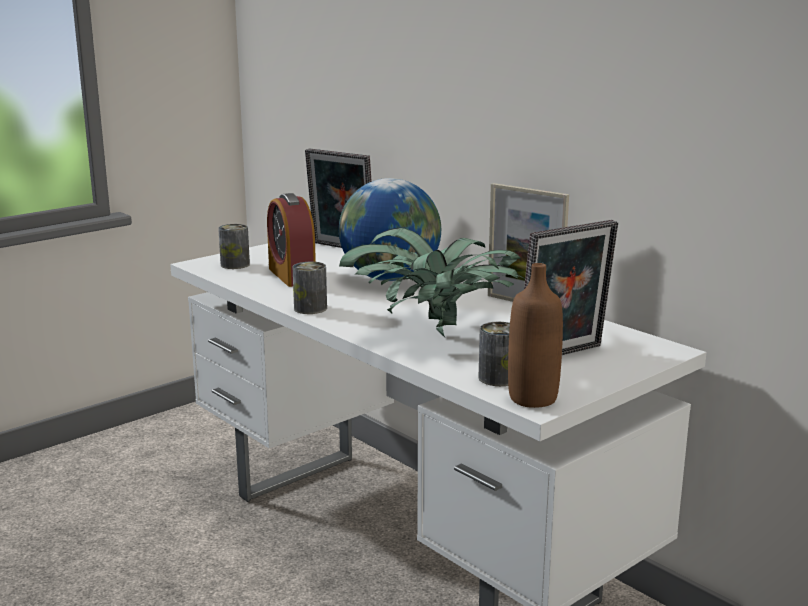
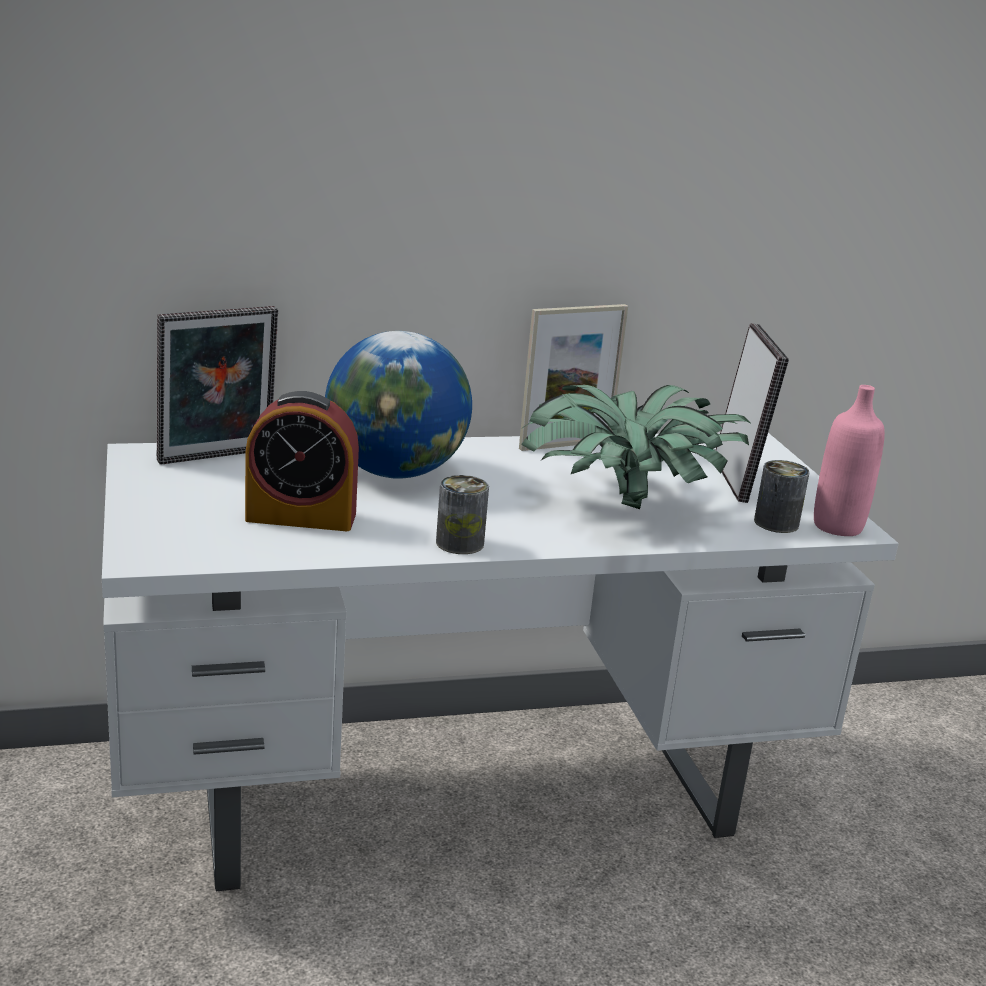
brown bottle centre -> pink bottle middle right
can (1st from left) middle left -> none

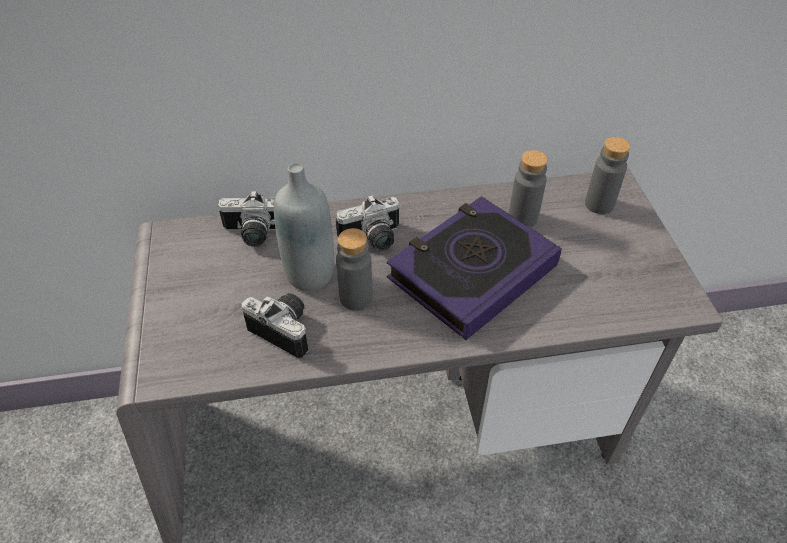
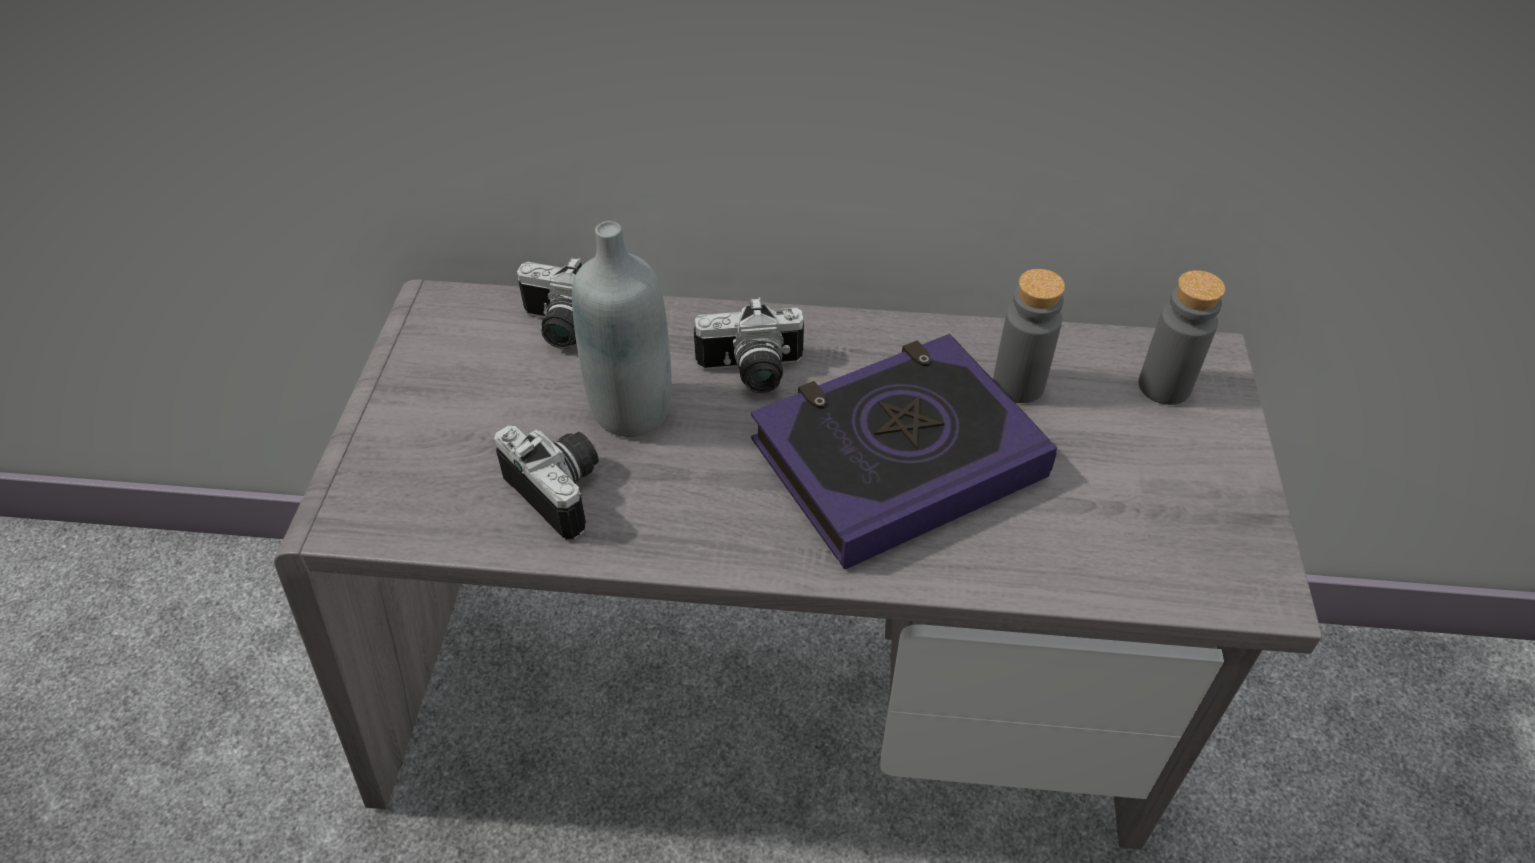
grey bottle (2nd from left) centre -> none

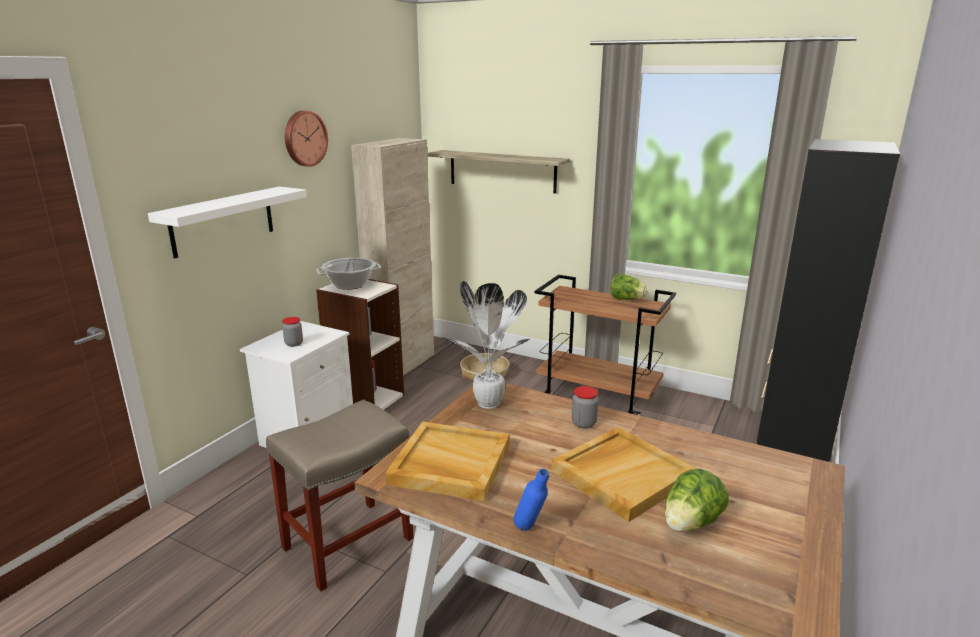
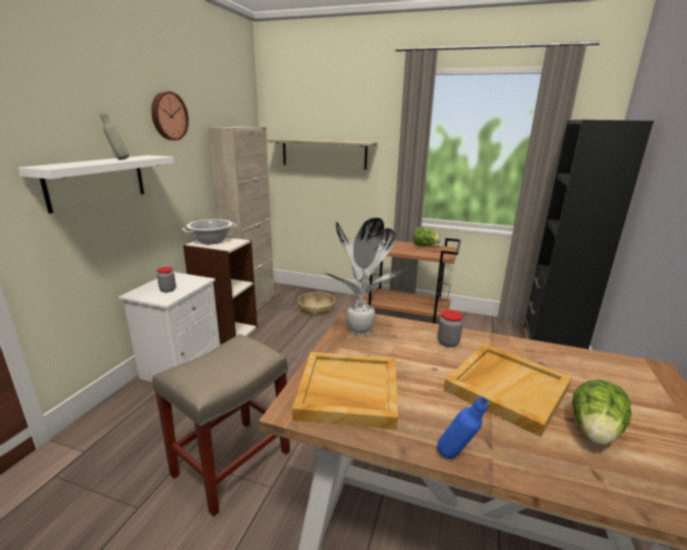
none -> grey bottle top left

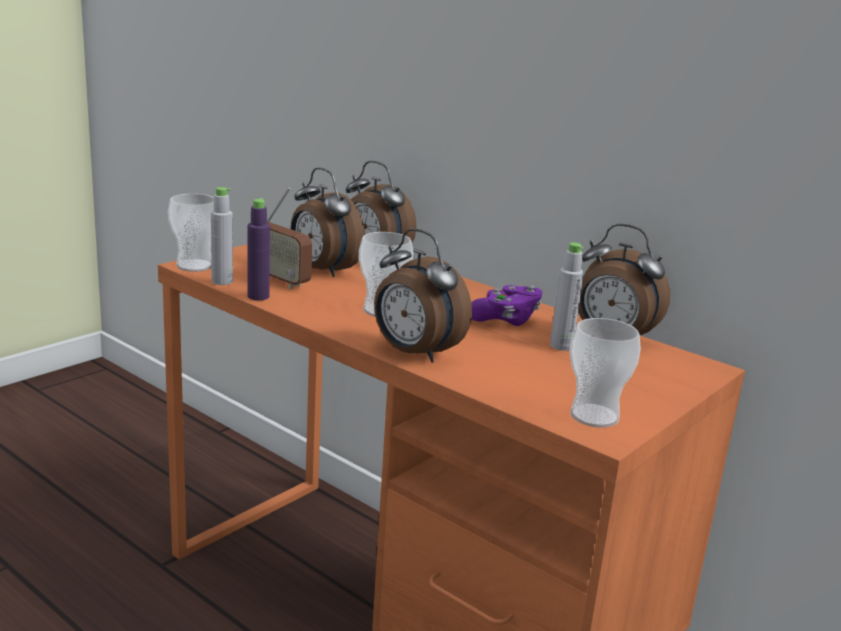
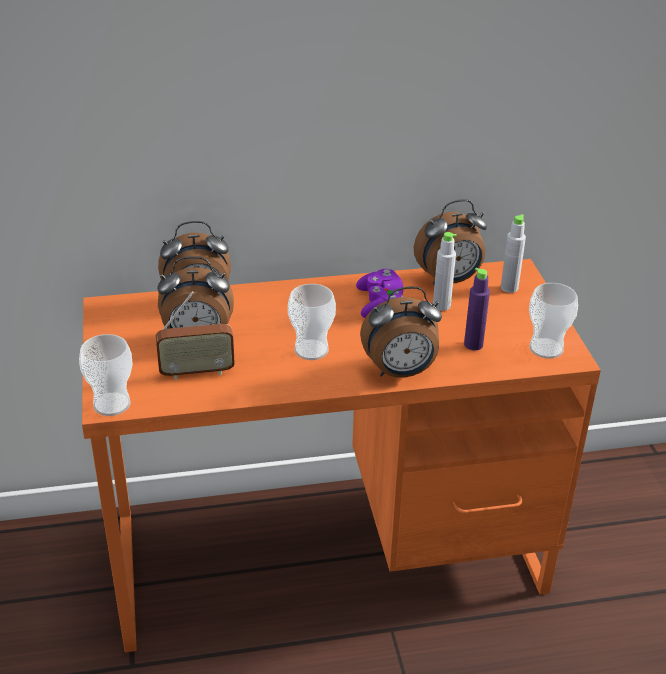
purple bottle middle left -> purple bottle middle right, move
grey bottle (1st from left in the first image) middle left -> grey bottle (2nd from left) middle right, move

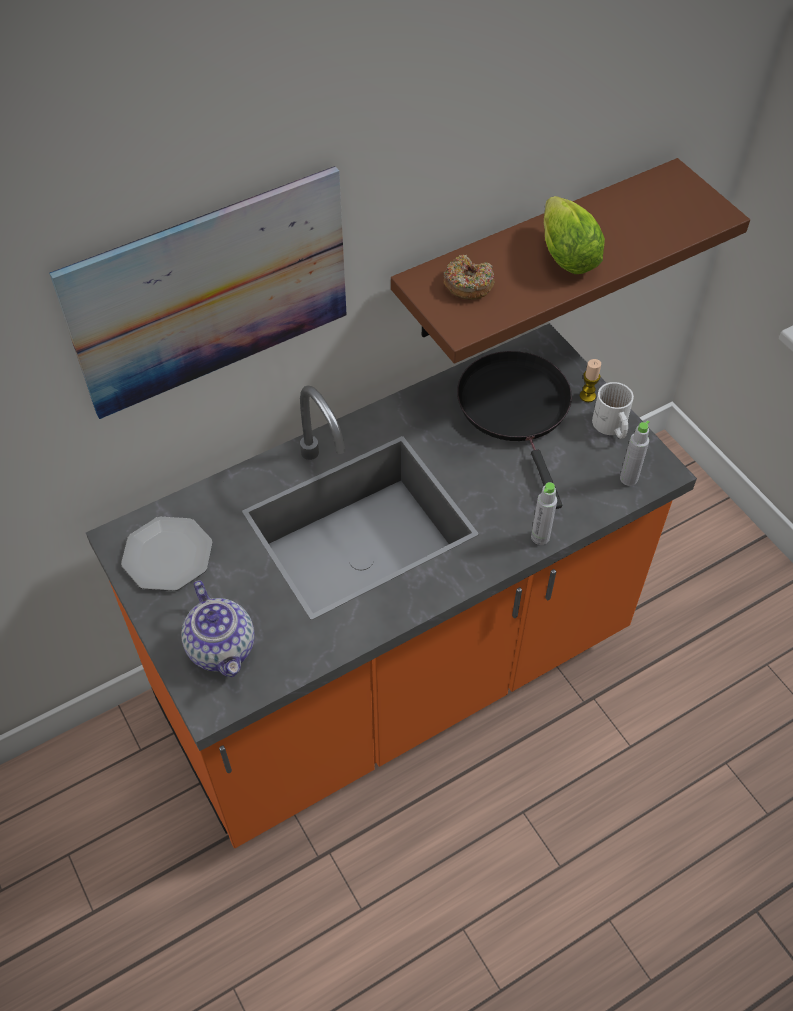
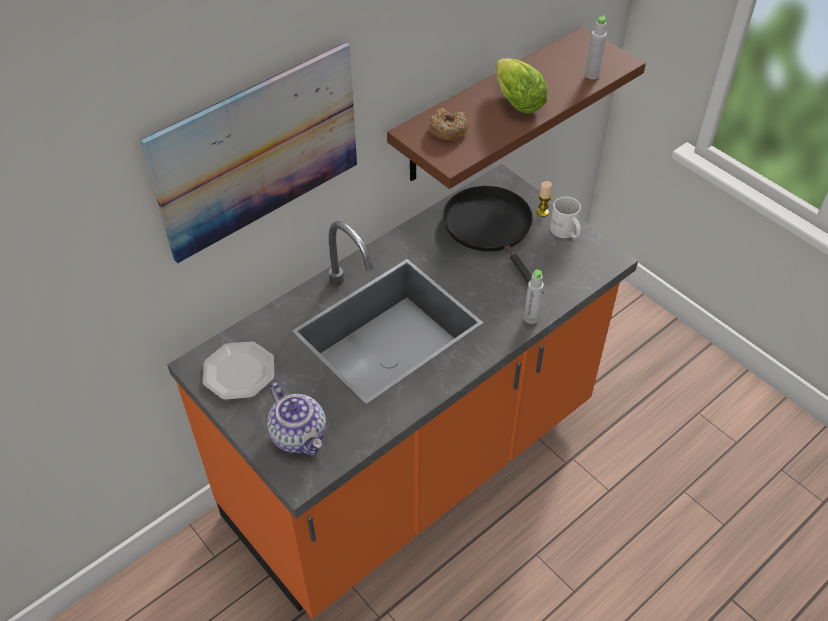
grey bottle (2nd from left) middle right -> grey bottle (2nd from left) top right, move

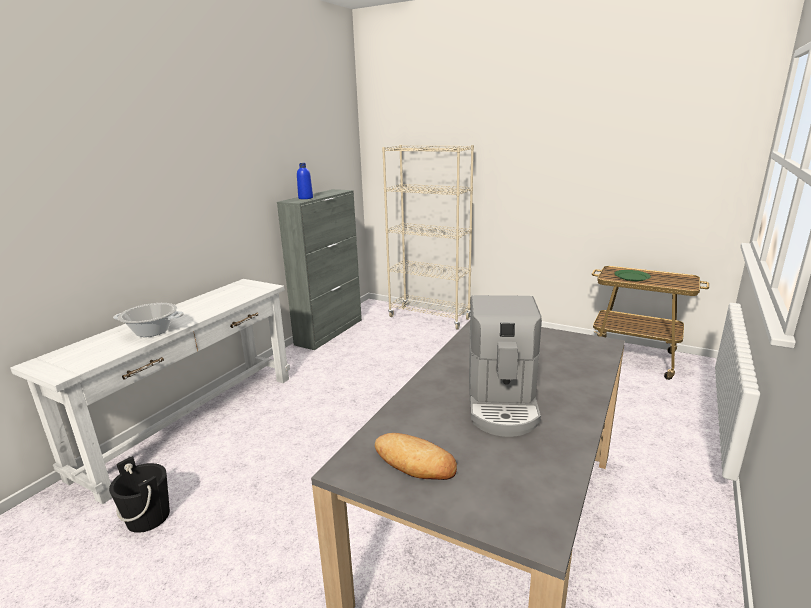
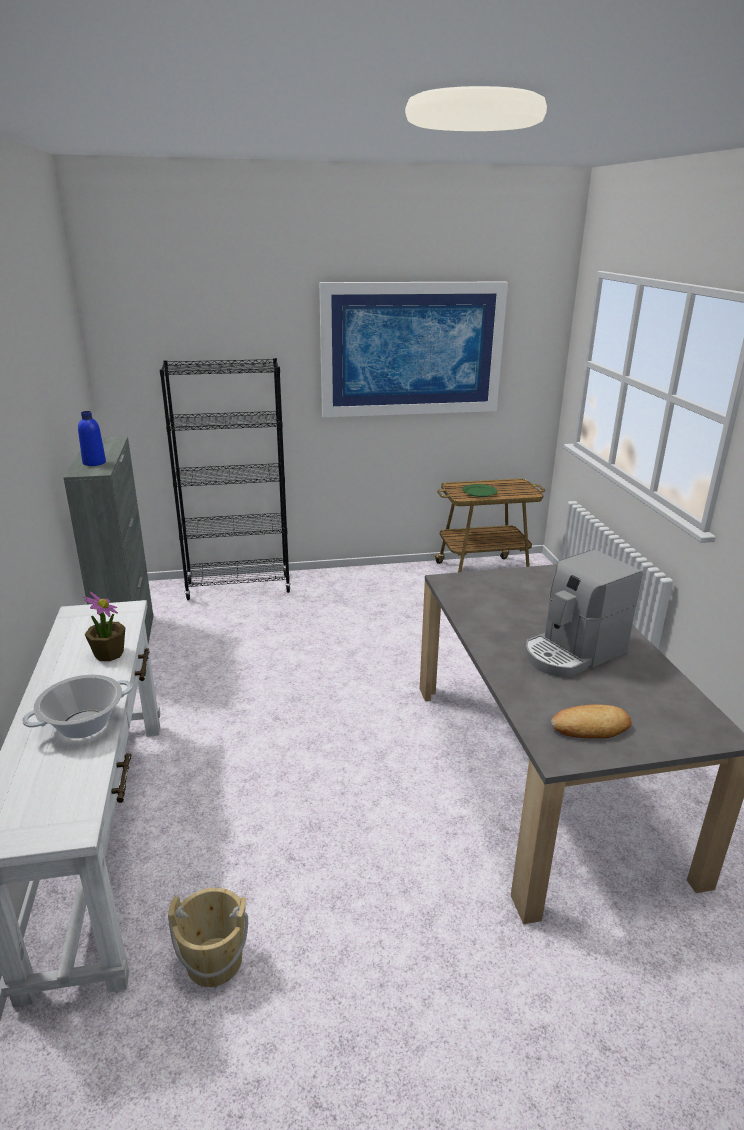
none -> potted plant middle left
beige bookcase centre -> black bookcase middle left
black bucket bottom left -> beige bucket bottom left
none -> picture top centre
coffee machine centre -> coffee machine middle right, 90 degrees clockwise

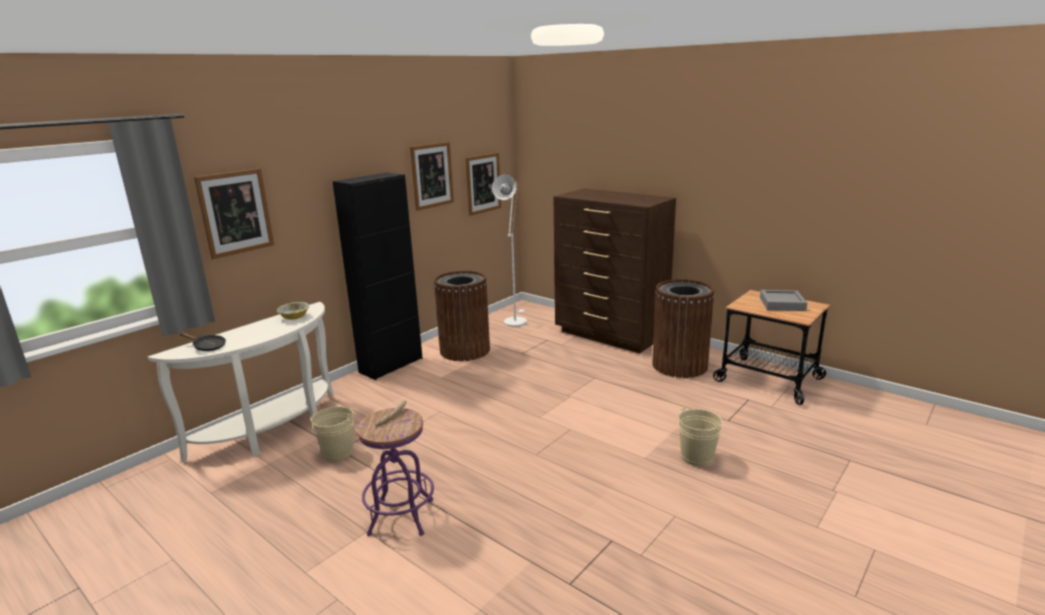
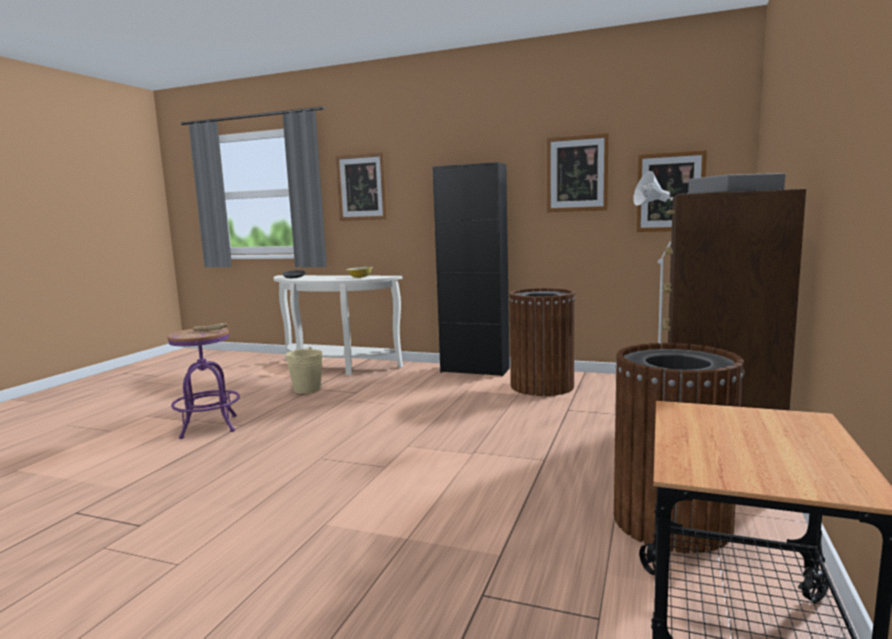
grey tray middle right -> grey tray top right, move
beige bucket (2nd from left) bottom right -> none

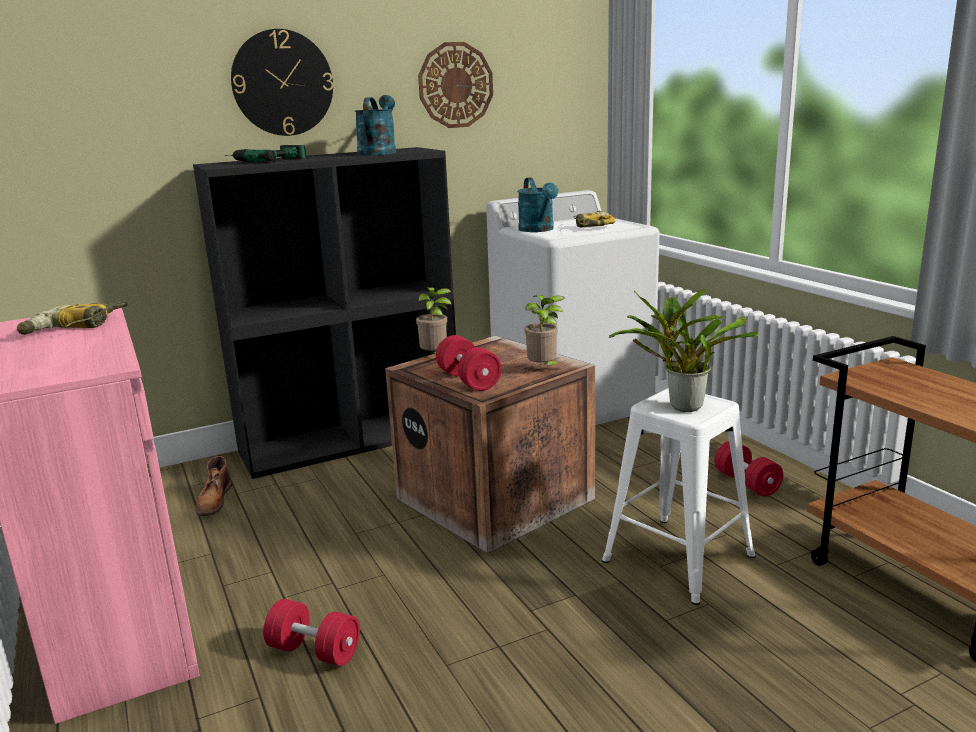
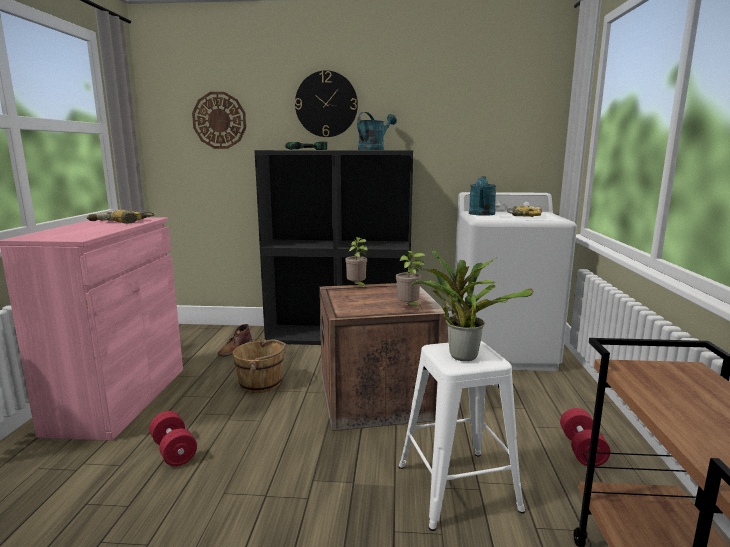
wall clock (2nd from left in the first image) top centre -> wall clock (1st from left) top left, move
none -> brown bucket bottom centre
red dumbbell (2nd from left) centre -> none

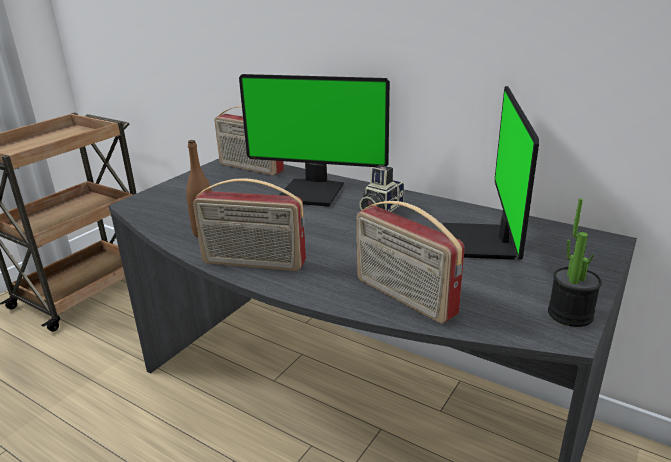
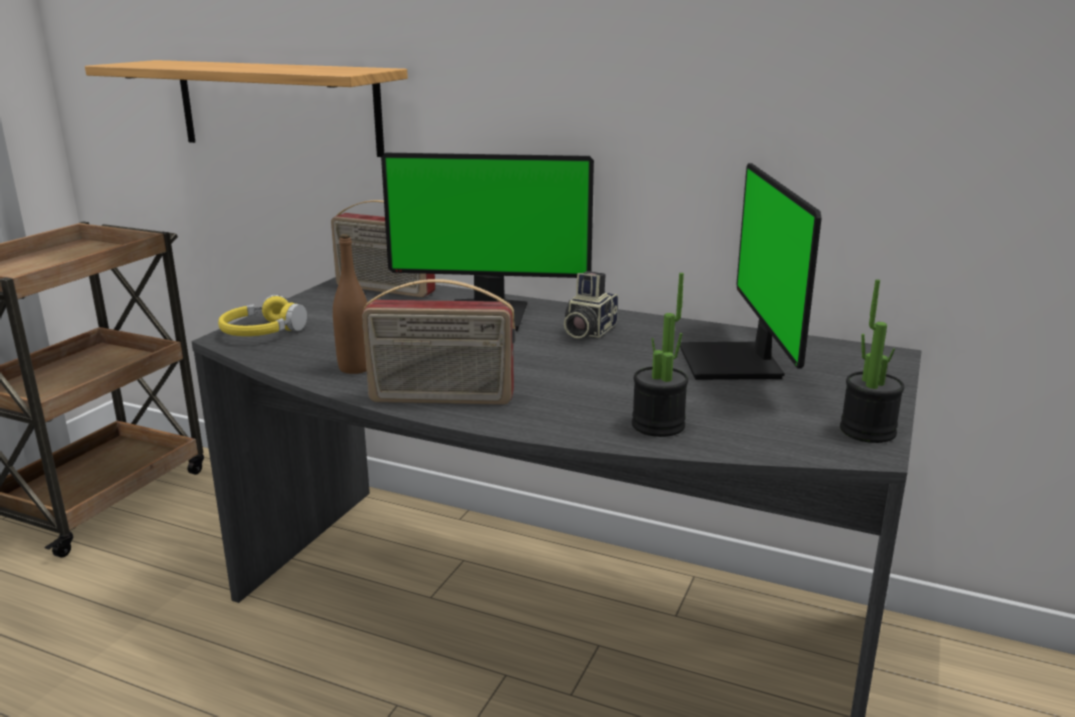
none -> shelf top left
none -> yellow headphones middle left
radio (3rd from left) centre -> potted plant (1st from left) centre

